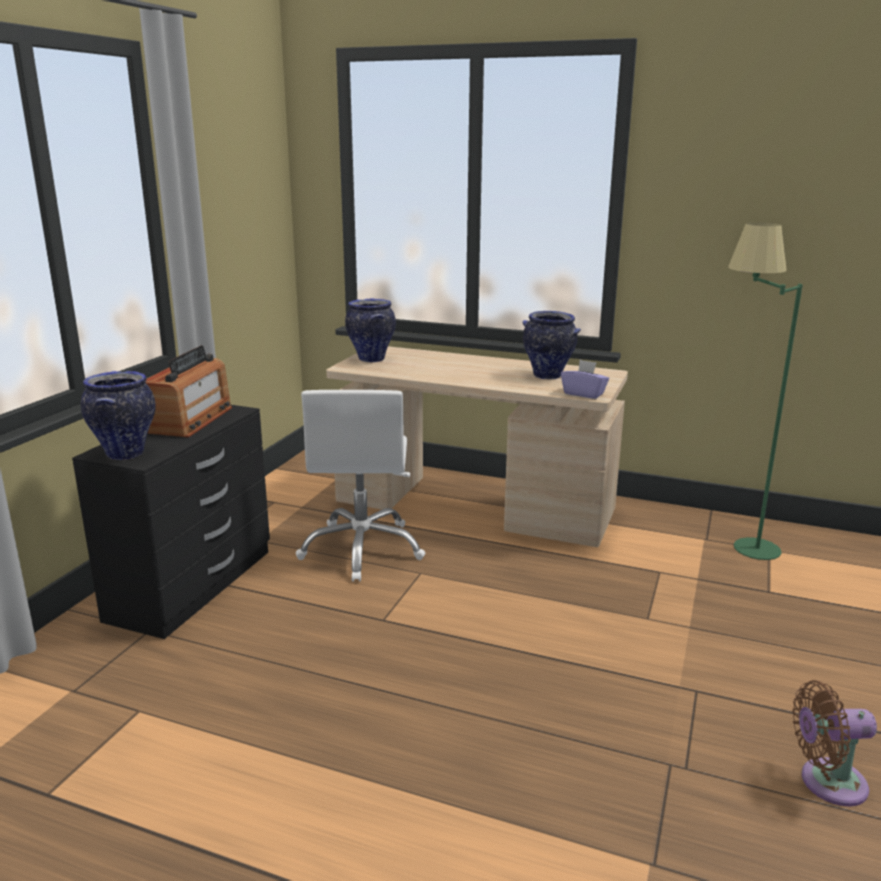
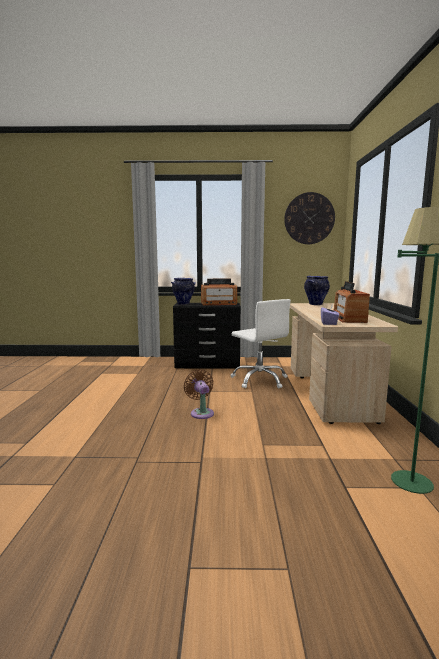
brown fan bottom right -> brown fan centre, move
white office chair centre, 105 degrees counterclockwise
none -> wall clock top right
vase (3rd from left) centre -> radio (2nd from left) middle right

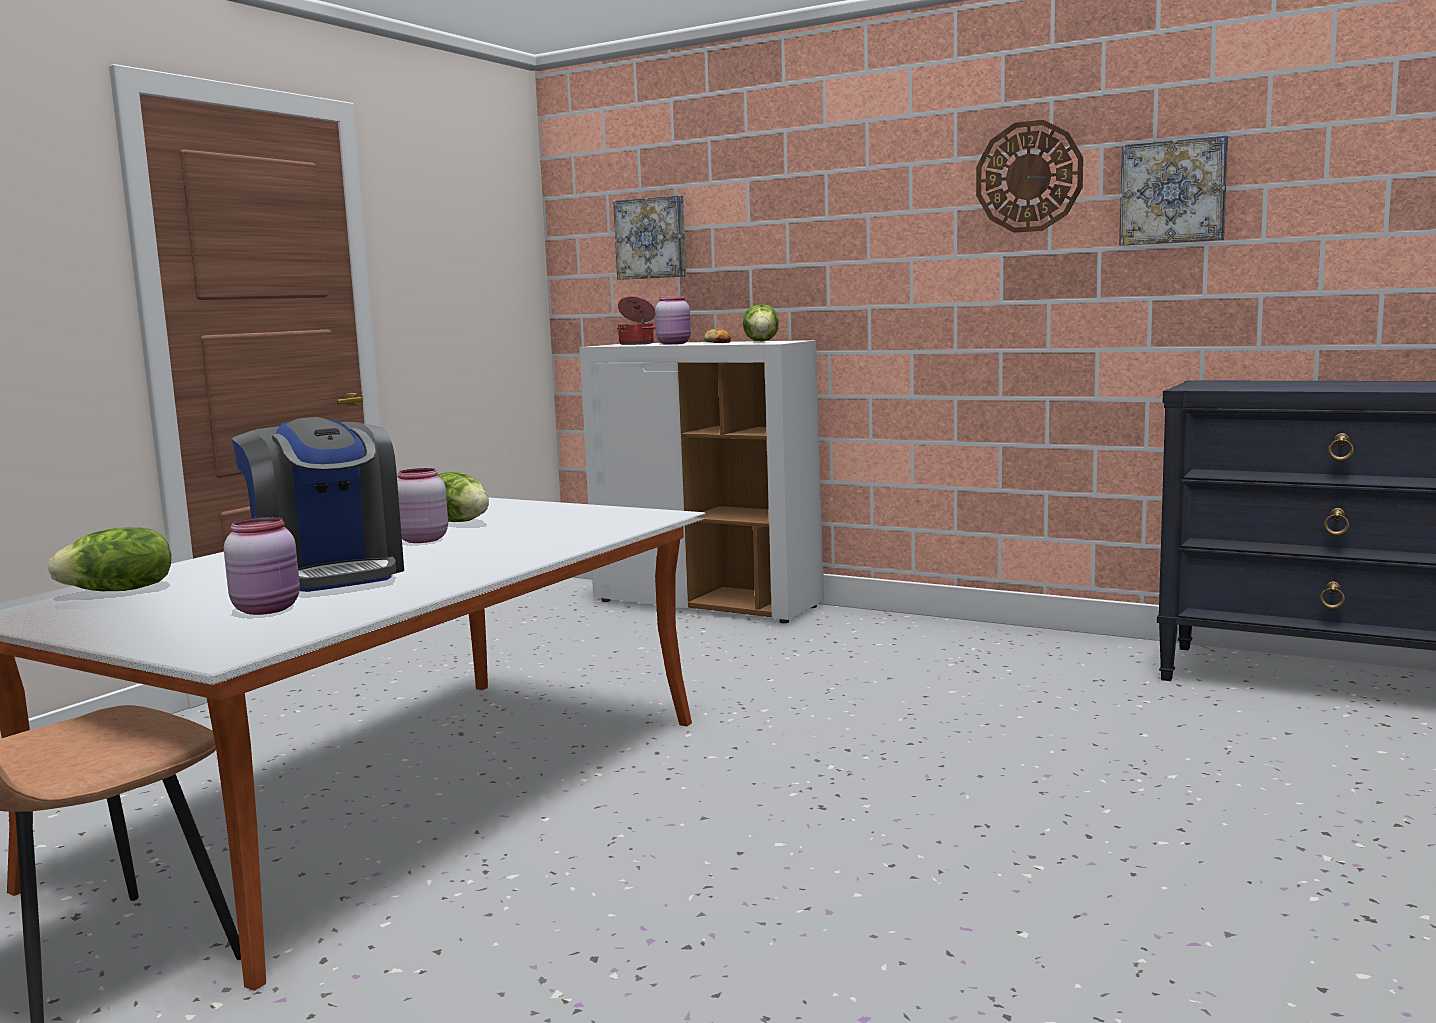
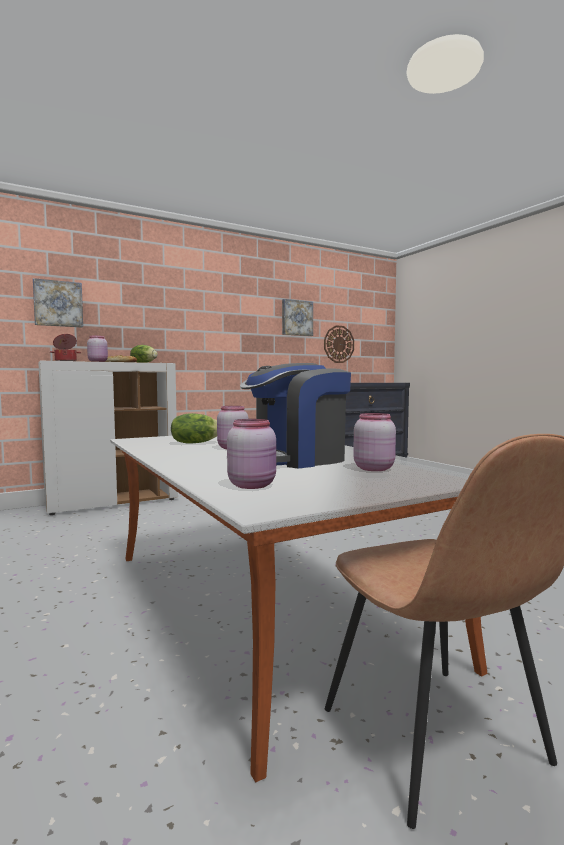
lettuce (1st from left) middle left -> pink jar (3rd from left) centre
coffee machine middle left -> coffee machine centre, 150 degrees clockwise
wall clock top right -> wall clock centre, move

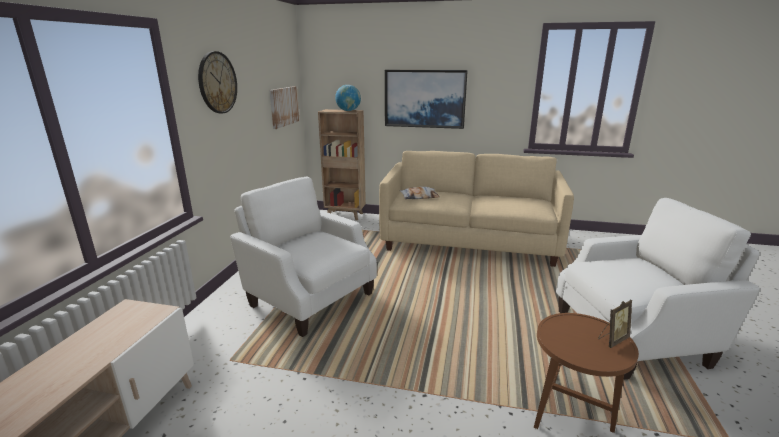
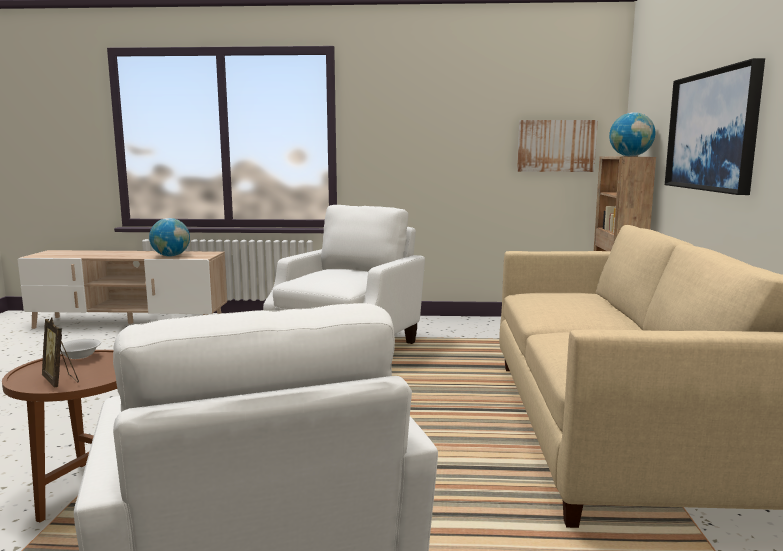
none -> white bowl middle left
none -> globe (1st from left) middle left
wall clock top left -> none
pillow centre -> none

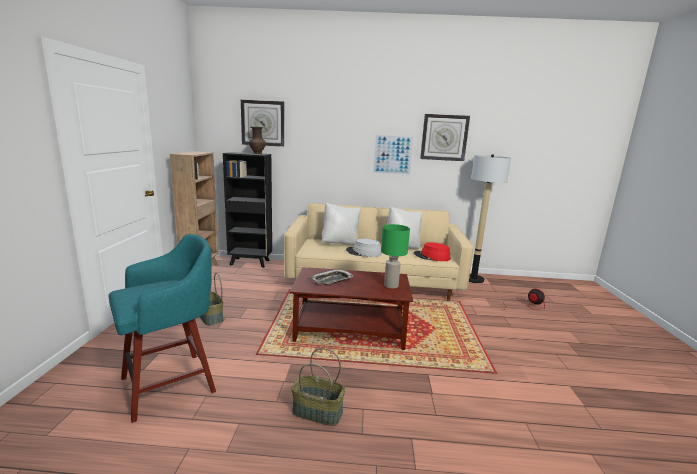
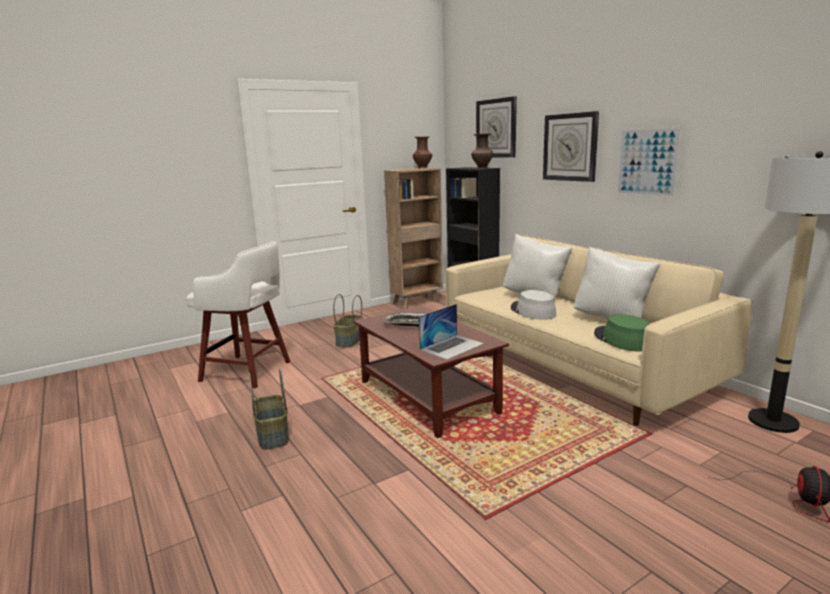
turquoise stool bottom left -> white stool middle left
none -> brown vase (1st from left) top centre
green table lamp centre -> laptop centre
wall clock (2nd from left) top centre -> wall clock (2nd from left) top right, move
red hat centre -> green hat middle right

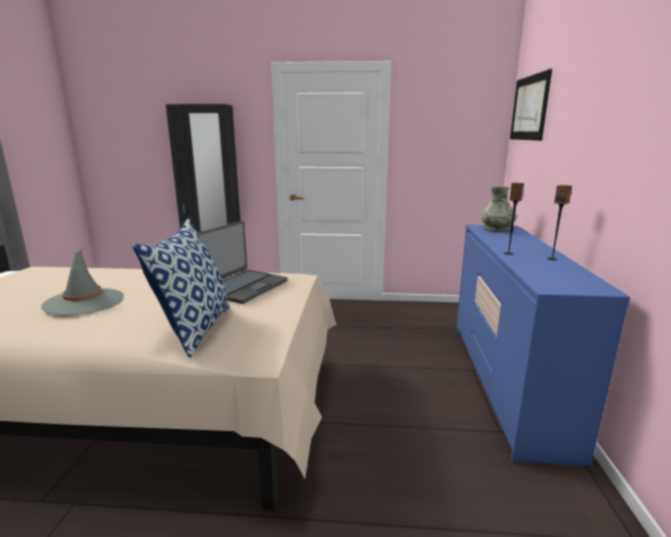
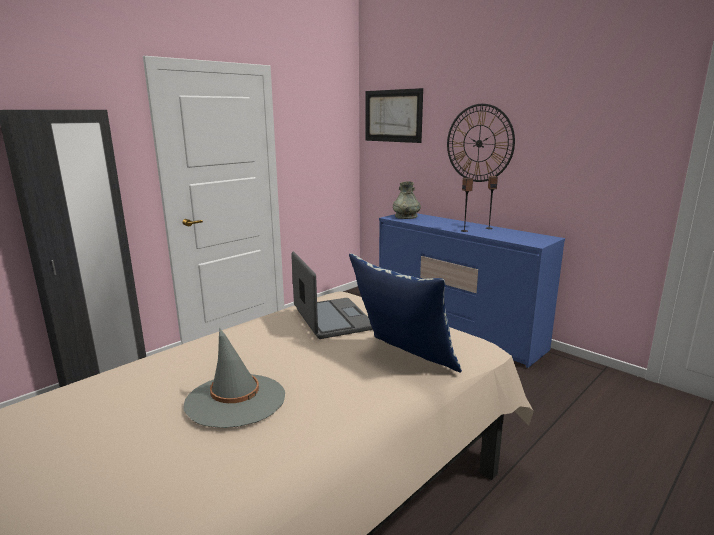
none -> wall clock top right

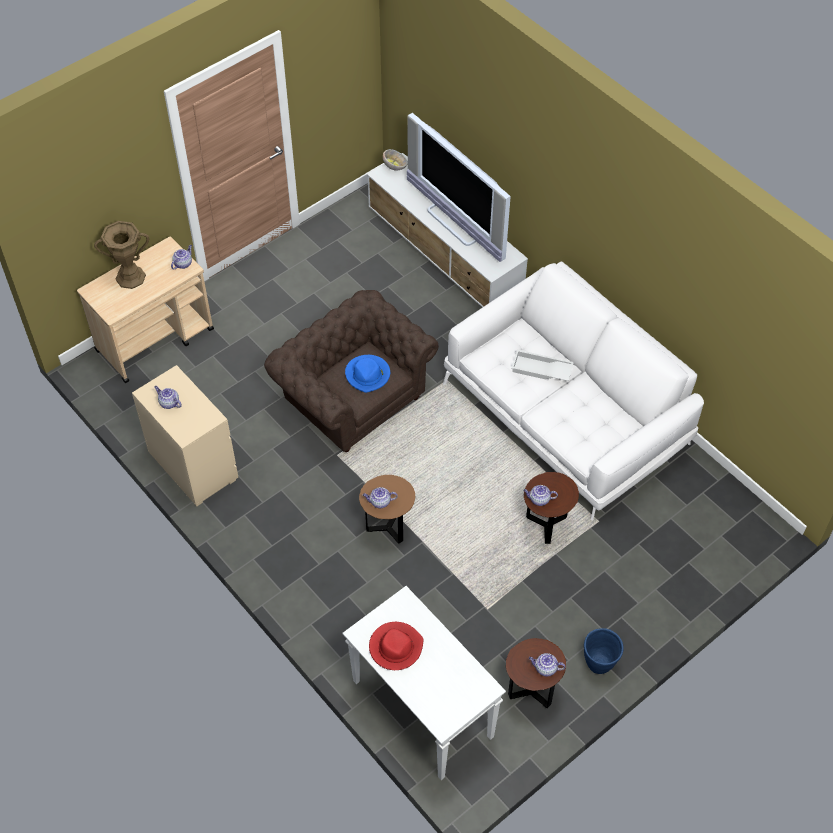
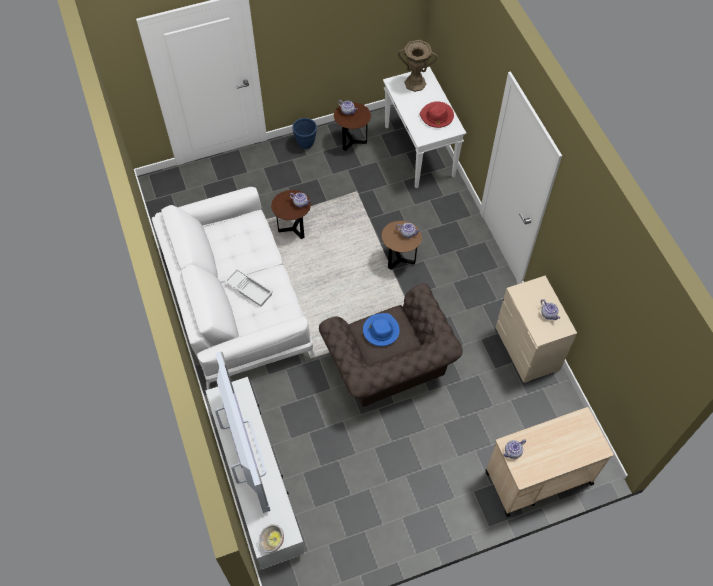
brown vase top left -> brown vase top centre, move

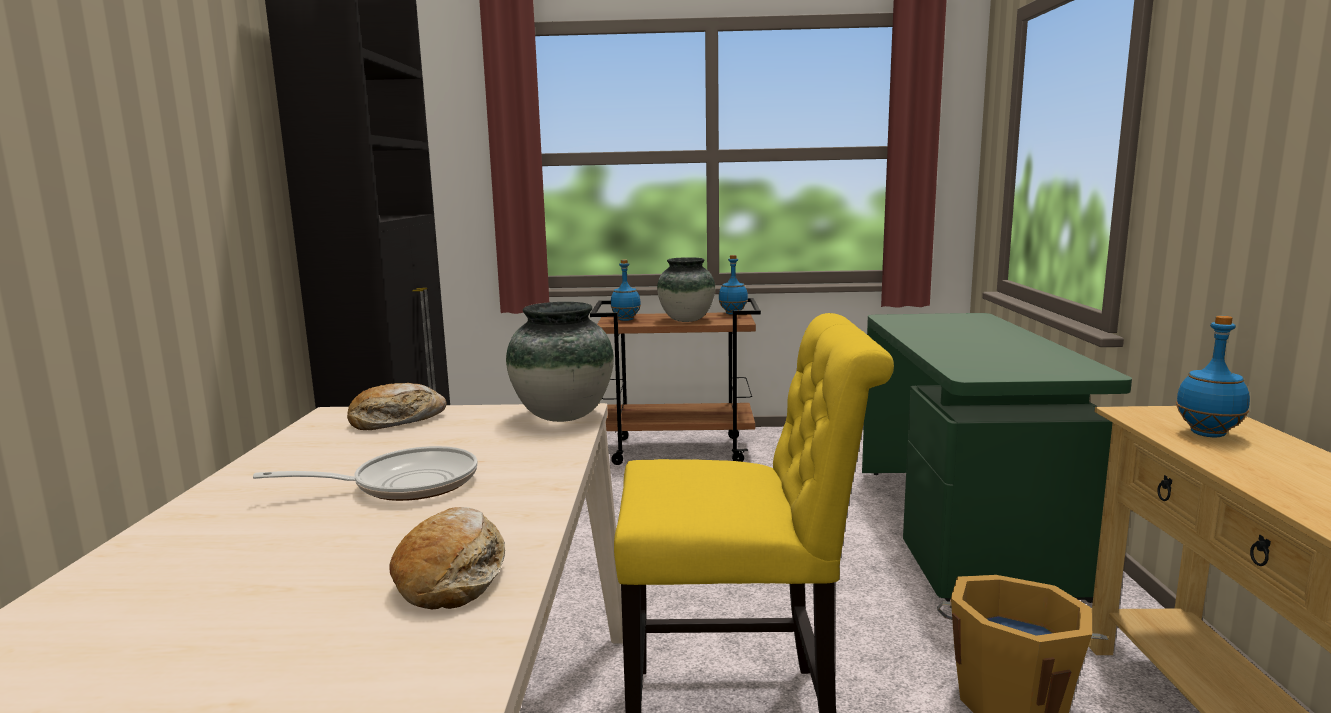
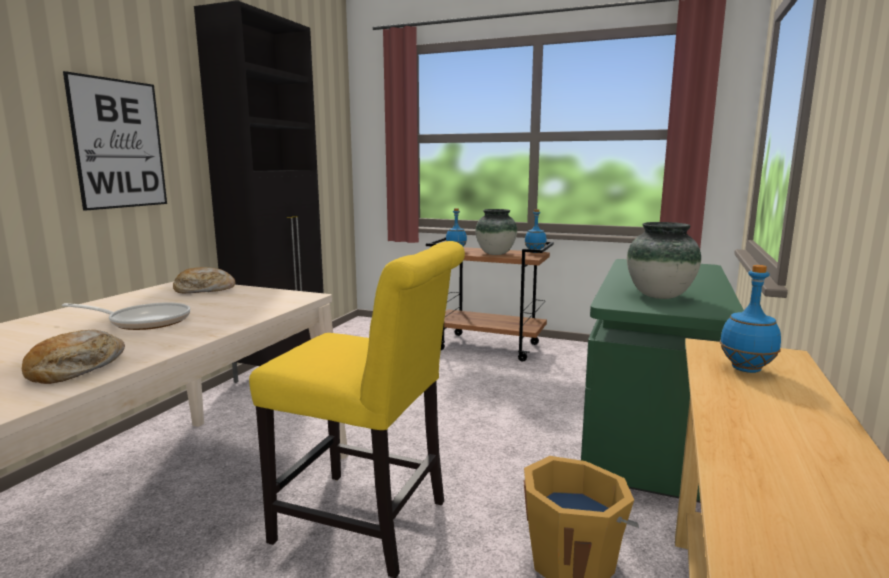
none -> picture top left
vase (1st from left in the first image) centre -> vase (2nd from left) middle right, move

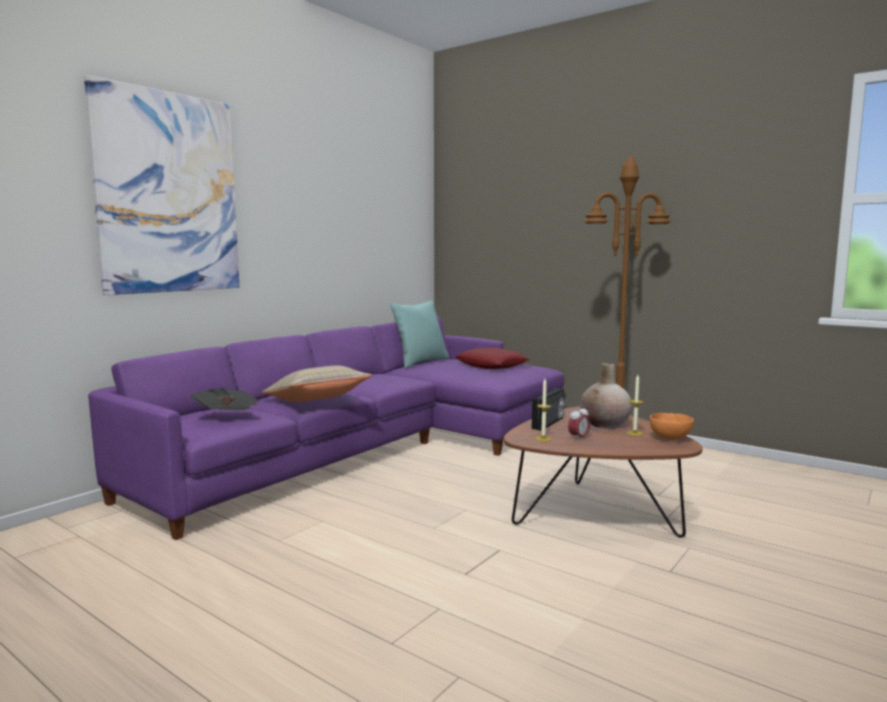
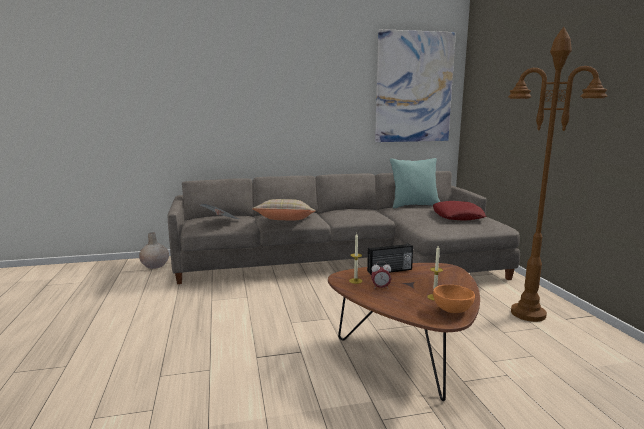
beige vase middle right -> beige vase middle left, move
purple sofa centre -> grey sofa centre
picture top left -> picture top centre, move

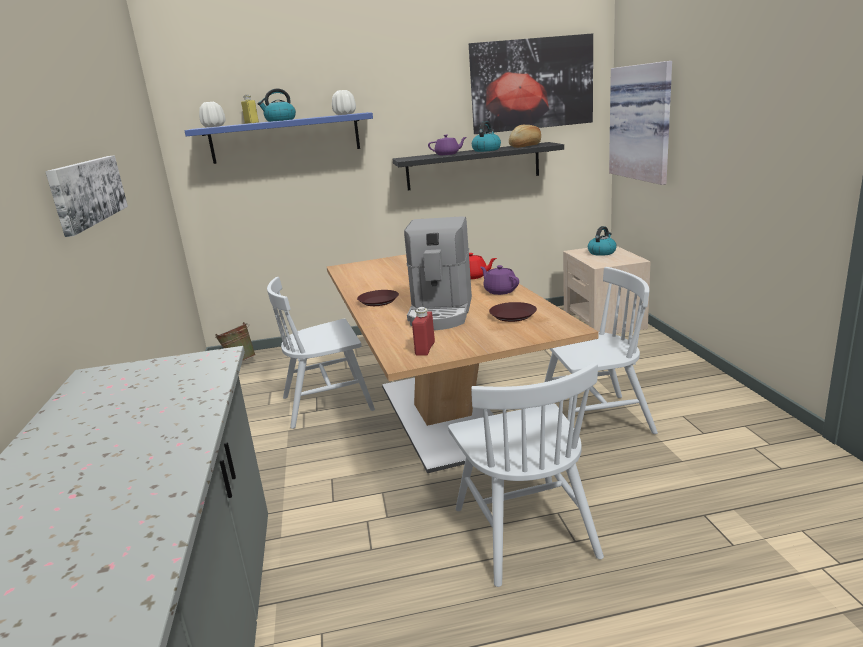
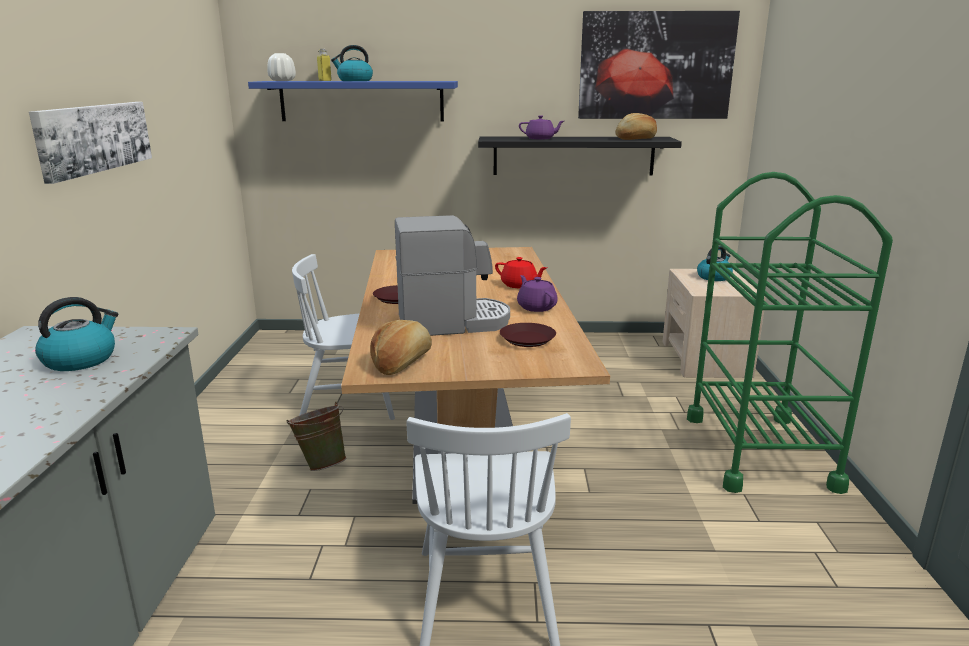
kettle (2nd from left in the first image) top centre -> kettle (1st from left) middle left, move
green bucket middle left -> green bucket bottom left, move
red bottle centre -> bread (1st from left) centre
coffee machine centre, 120 degrees counterclockwise
none -> green cart middle right
white vase (2nd from left) top centre -> none
white chair (3rd from left) middle right -> none
picture (3rd from left) top right -> none

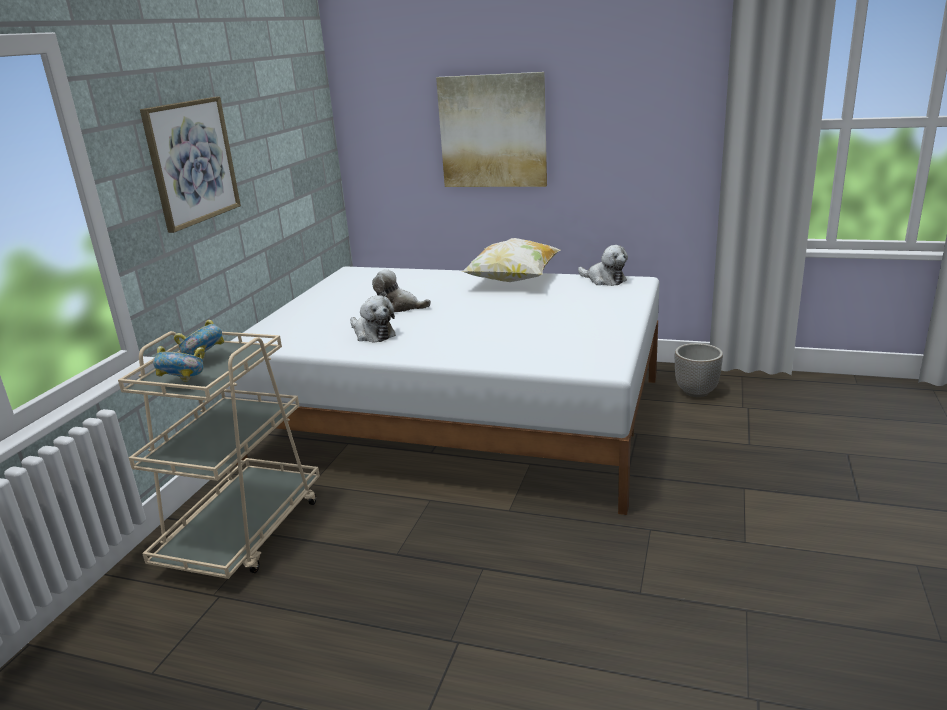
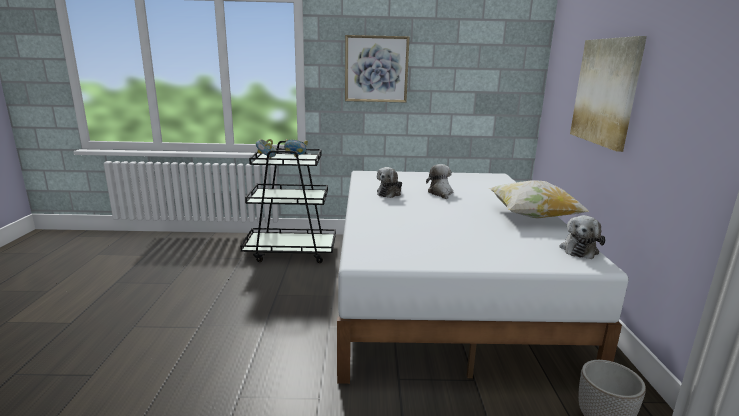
beige cart middle left -> black cart centre

